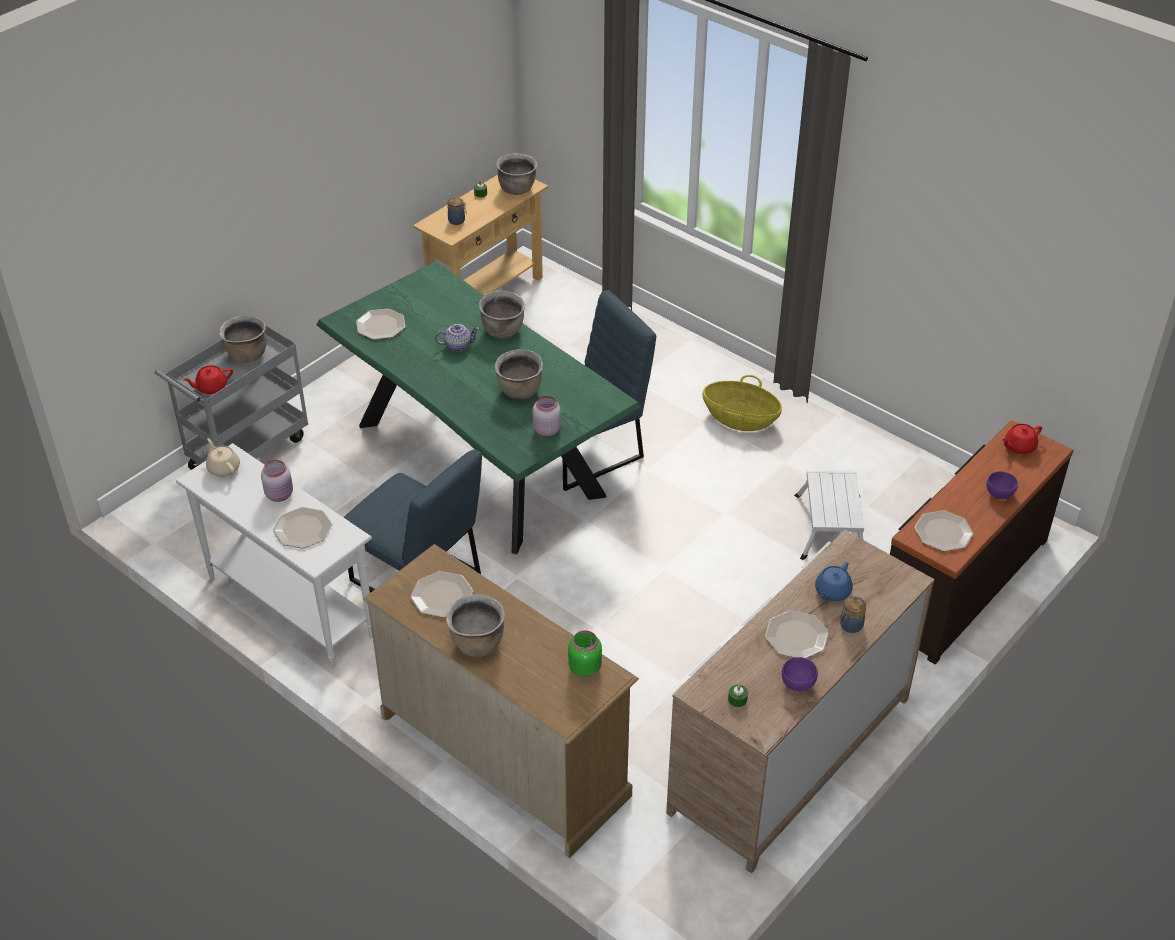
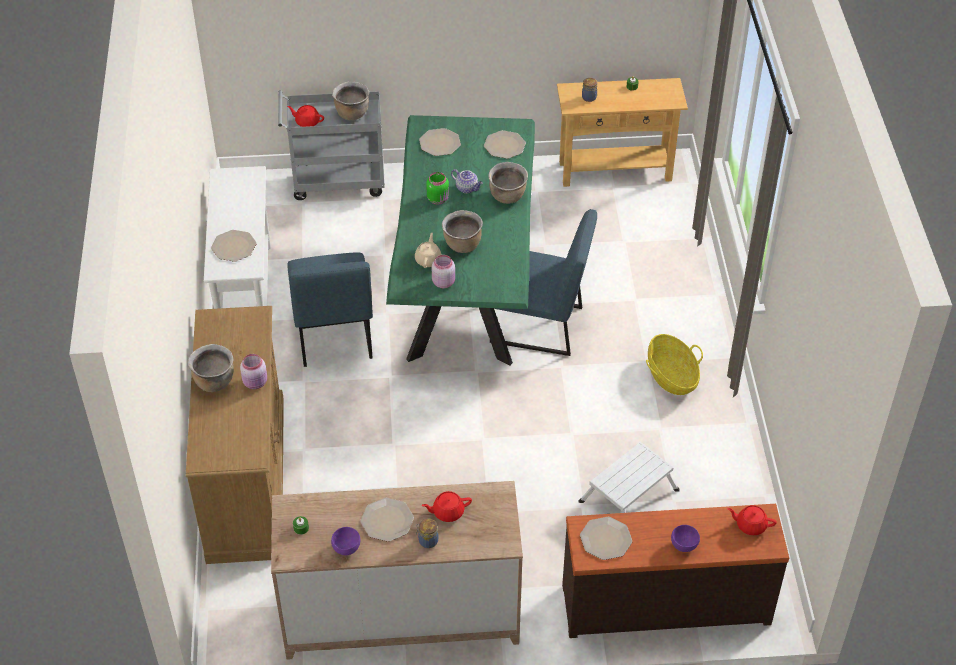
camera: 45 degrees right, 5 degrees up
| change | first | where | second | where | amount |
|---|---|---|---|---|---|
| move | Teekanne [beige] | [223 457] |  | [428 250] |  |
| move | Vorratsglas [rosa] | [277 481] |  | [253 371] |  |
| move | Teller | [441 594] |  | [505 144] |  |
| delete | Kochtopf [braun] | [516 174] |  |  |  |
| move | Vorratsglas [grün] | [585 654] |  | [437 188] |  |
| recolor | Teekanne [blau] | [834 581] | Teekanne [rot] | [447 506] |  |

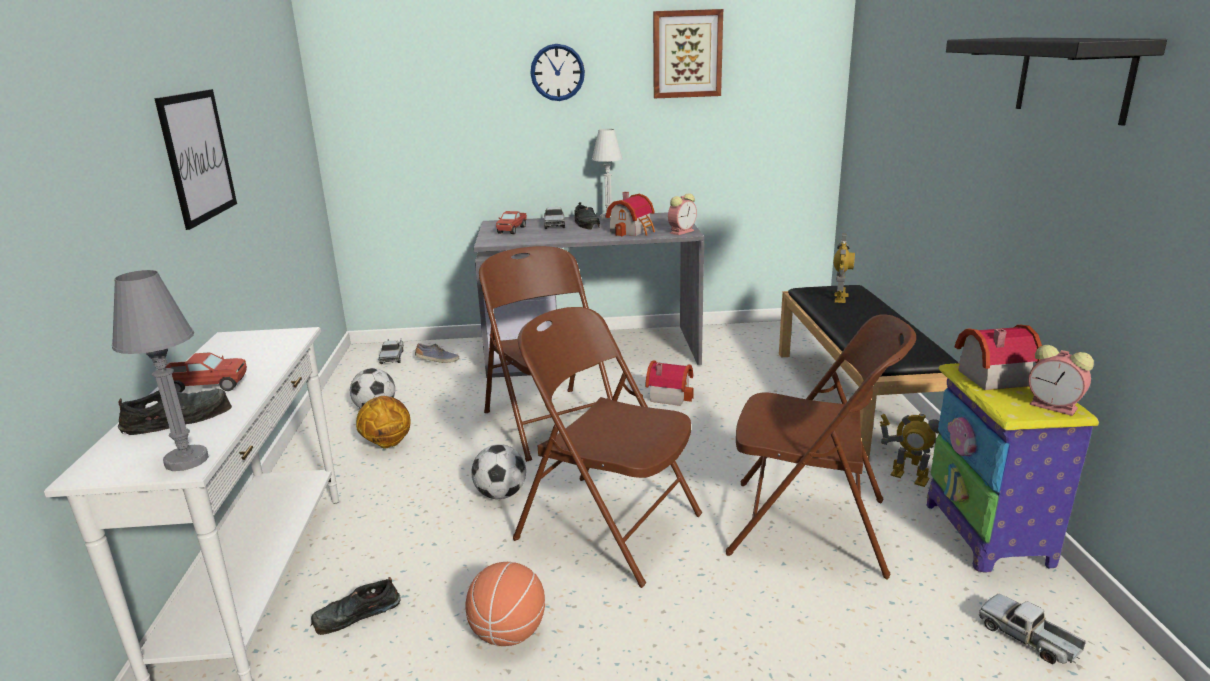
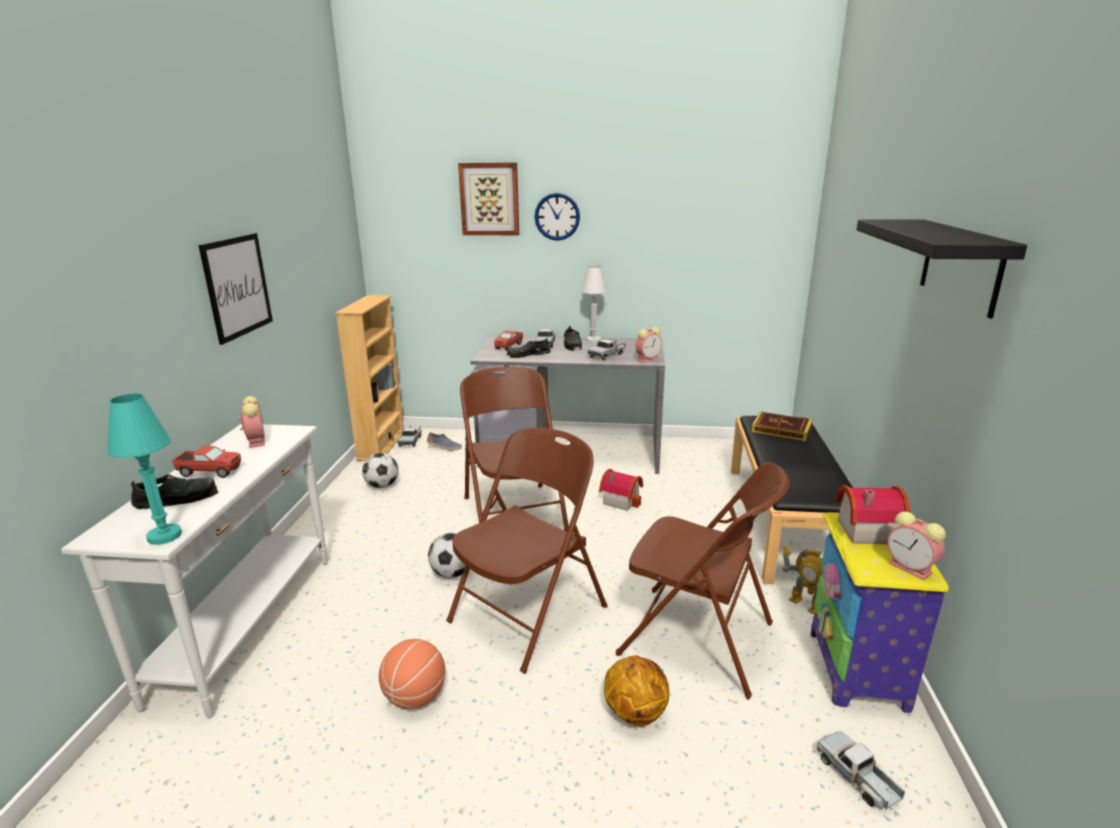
camera: 10 degrees right, 0 degrees up
| change | first | where | second | where | amount |
|---|---|---|---|---|---|
| recolor | Tischlampe [grau] | [160 370] | Tischlampe [türkis] | [144 469] |  |
| move | Schuh [schwarz] | [356 606] |  | [528 348] |  |
| move | Basketball | [383 422] |  | [636 691] |  |
| rotate | Stuhl [braun] | [607 447] |  | [527 551] | 90 degrees clockwise |
| replace | Spielzeughaus | [630 214] | Spielzeuglaster | [606 350] |  |
| move | Bild | [688 53] |  | [488 199] |  |
| replace | Spielzeugroboter | [844 268] | Buch | [782 426] |  |
| insert |  |  | Wecker | [251 422] |  |
| insert |  |  | Bücherregal [beige] | [369 378] |  |

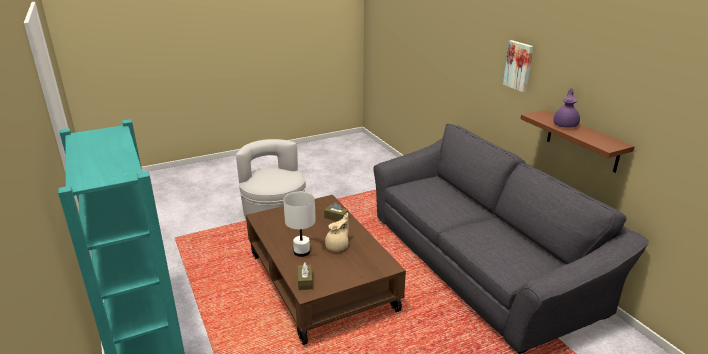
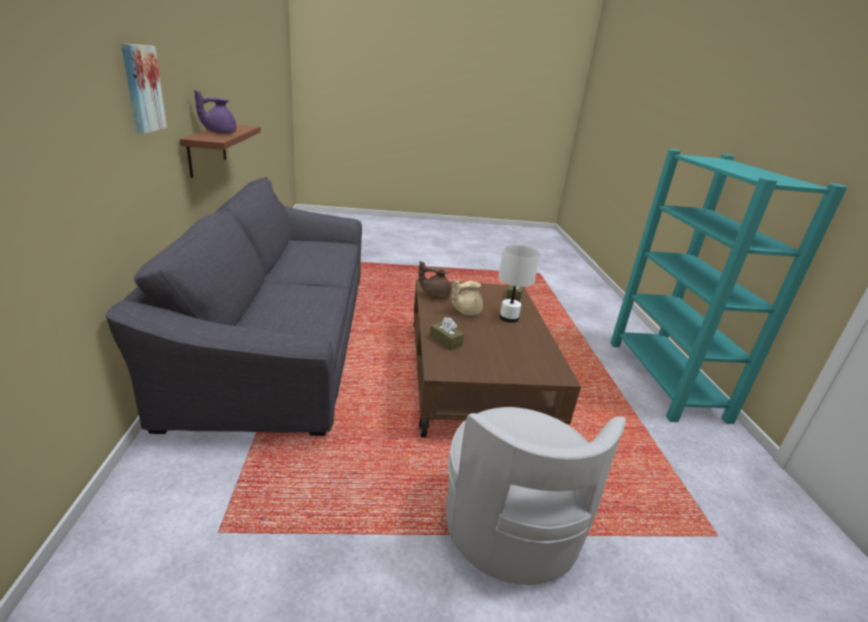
camera: 160 degrees left, 0 degrees up
| change | first | where | second | where | amount |
|---|---|---|---|---|---|
| insert |  |  | Teekanne [braun] | [434 280] |  |

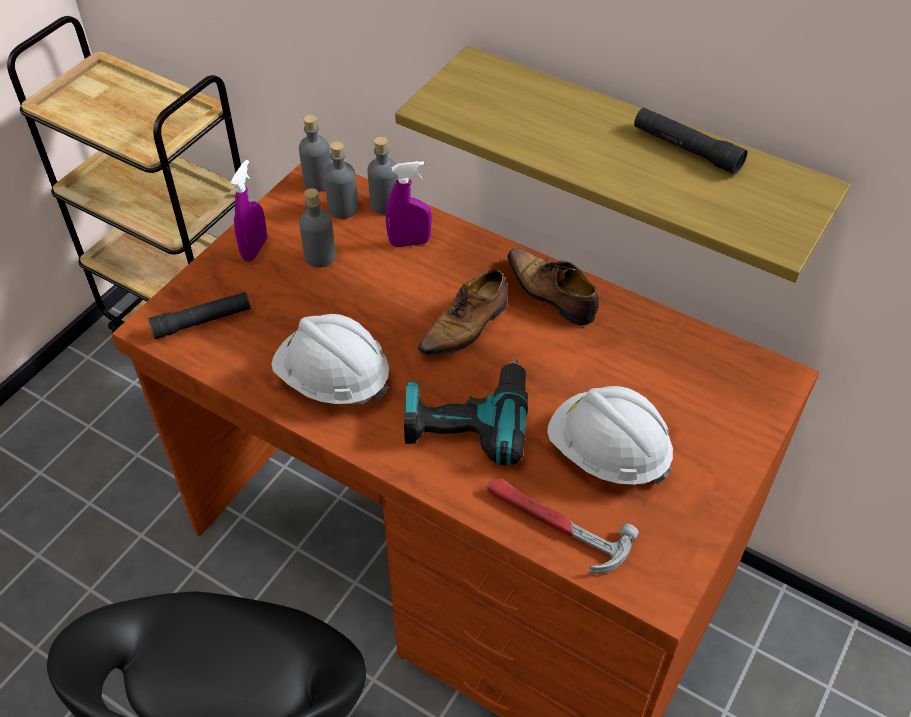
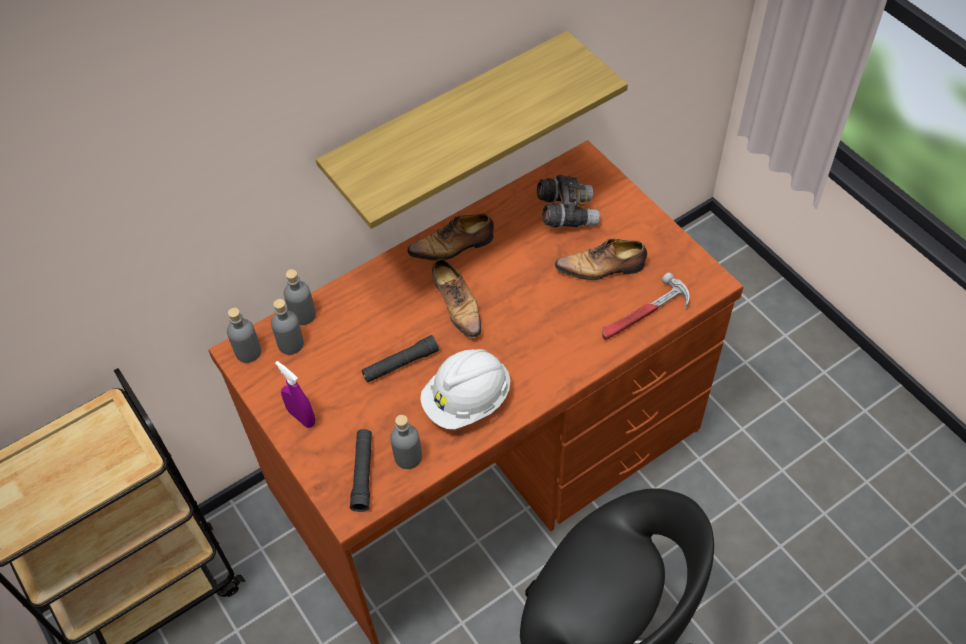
camera: 65 degrees left, 5 degrees up
| change | first | where | second | where | amount |
|---|---|---|---|---|---|
| move | Flasche [grau] | [317 228] |  | [406 442] |  |
| delete | Sprühflasche [lila] | [409 204] |  |  |  |
| delete | Bohrmaschine | [466 412] |  |  |  |
| replace | Schutzhelm [weiß] | [610 435] | Schuh | [601 259] |  |
| move | Taschenlampe [schwarz] | [691 141] |  | [400 358] |  |
| insert |  |  | Fernglas [grau] | [568 201] |  |

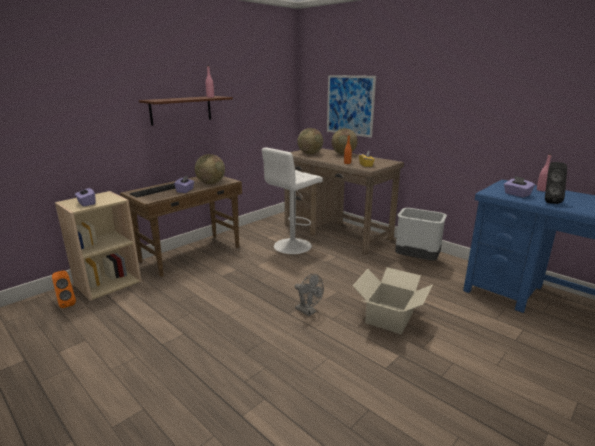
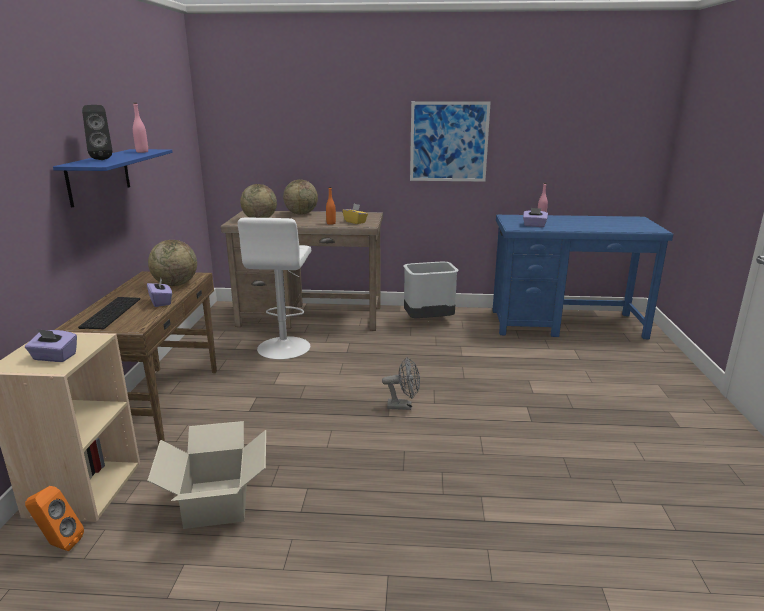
camera: 40 degrees left, 0 degrees up
| change | first | where | second | where | amount |
|---|---|---|---|---|---|
| recolor | Wandregal [braun] | [186 111] | Wandregal [blau] | [113 178] |  |
| move | Bild | [351 106] |  | [450 141] |  |
| move | Karton | [393 300] |  | [206 475] |  |
| move | Lautsprecher [schwarz] | [556 183] |  | [97 132] |  |

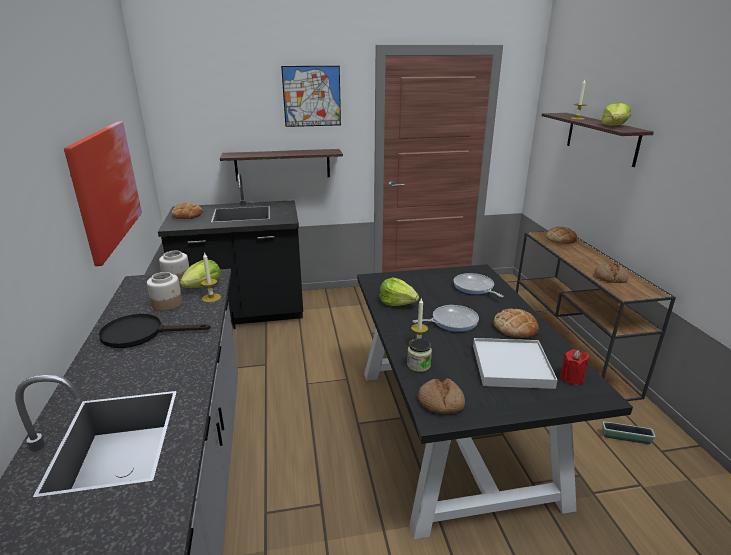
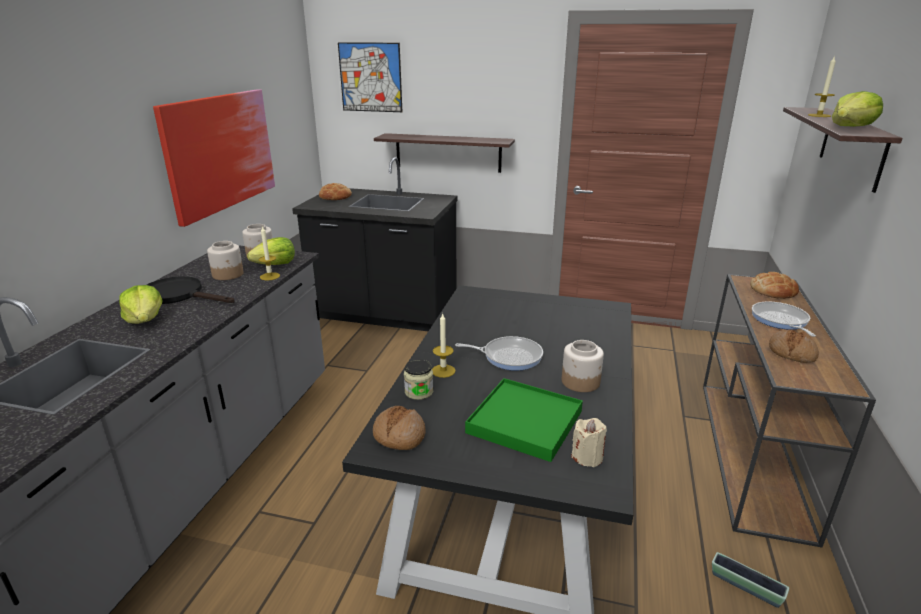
camera: 25 degrees right, 0 degrees up
| change | first | where | second | where | amount |
|---|---|---|---|---|---|
| move | Bild | [311 96] |  | [370 77] |  |
| move | Salatkopf | [399 291] |  | [141 304] |  |
| move | Pfanne | [479 285] |  | [784 319] |  |
| recolor | Tablett [weiß] | [515 363] | Tablett [grün] | [524 420] |  |
| replace | Brot | [516 323] | Vorratsglas | [583 366] |  |
| recolor | Kerze [rot] | [574 367] | Kerze [beige] | [589 442] |  |

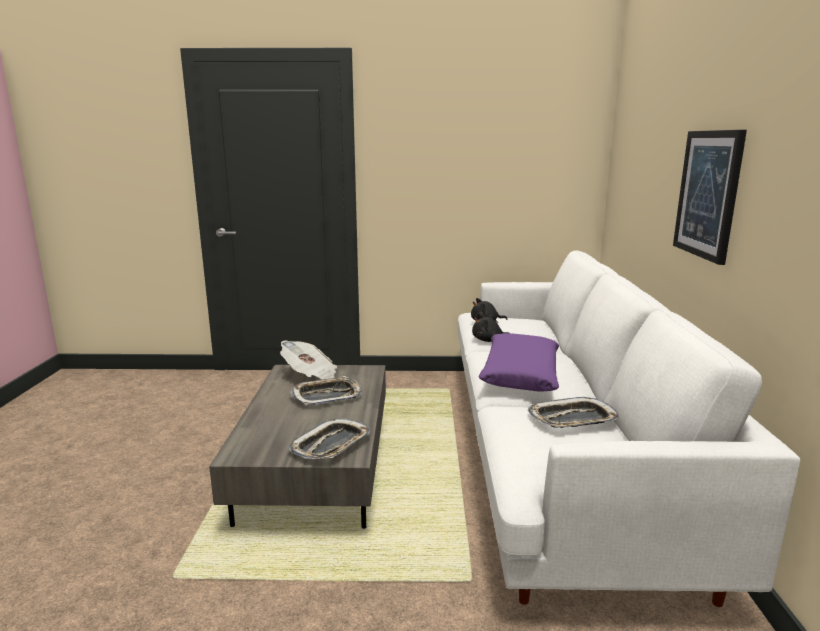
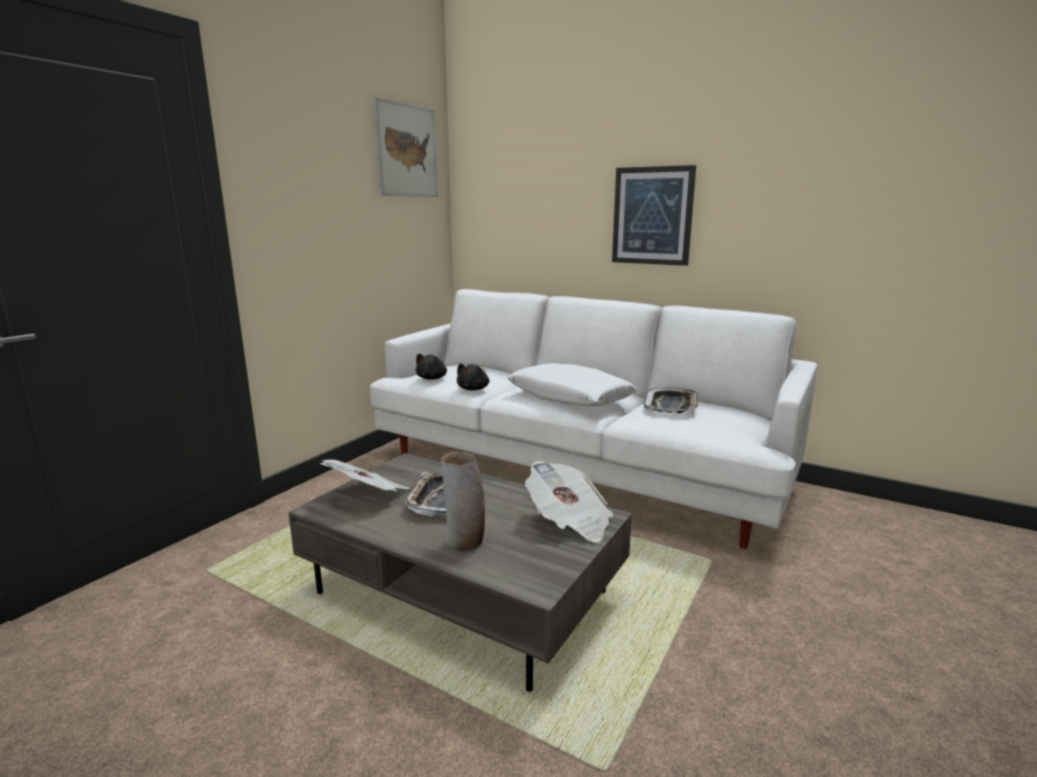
camera: 60 degrees left, 0 degrees up
| change | first | where | second | where | amount |
|---|---|---|---|---|---|
| replace | Tablett | [329 438] | Zeitung | [569 502] |  |
| recolor | Kissen [lila] | [518 362] | Kissen [weiß] | [572 384] |  |
| insert |  |  | Bild | [405 147] |  |
| insert |  |  | Vase | [463 501] |  |

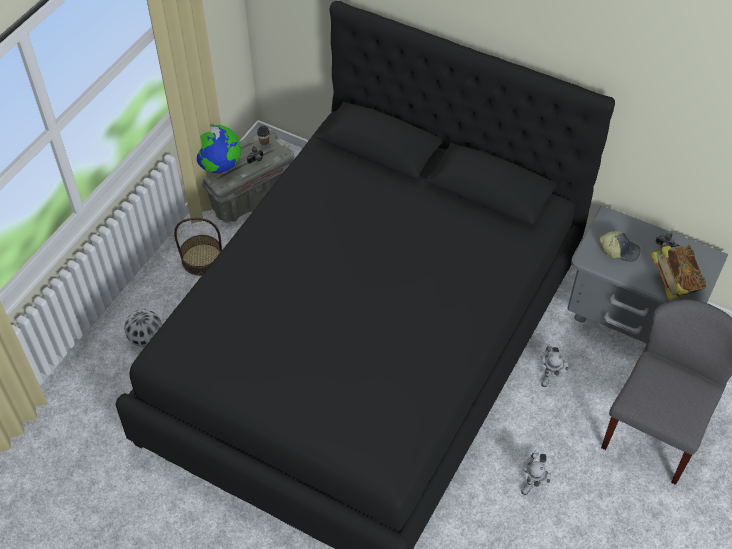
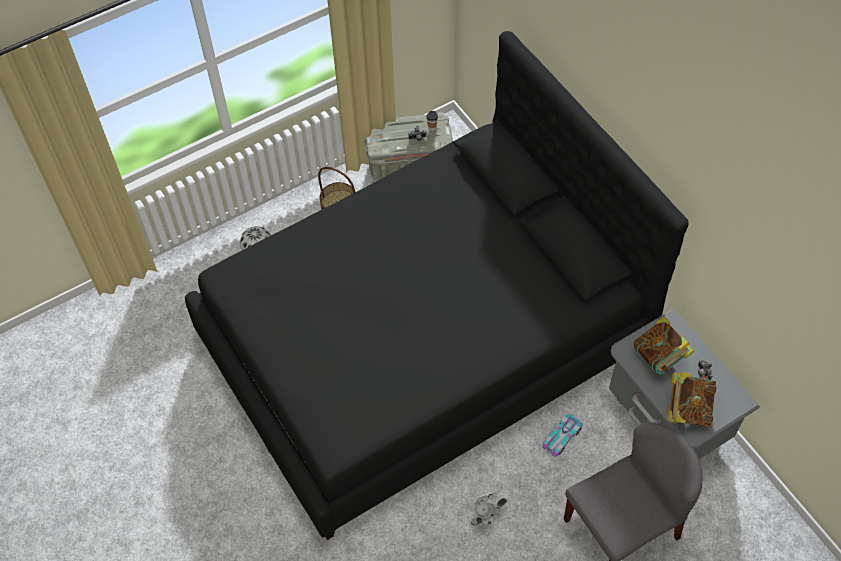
camera: 30 degrees right, 5 degrees up
| change | first | where | second | where | amount |
|---|---|---|---|---|---|
| delete | Globus | [219 149] |  |  |  |
| replace | Spielzeugroboter | [555 365] | Spielzeugauto | [562 435] |  |
| replace | Kappe | [620 246] | Buch | [664 345] |  |

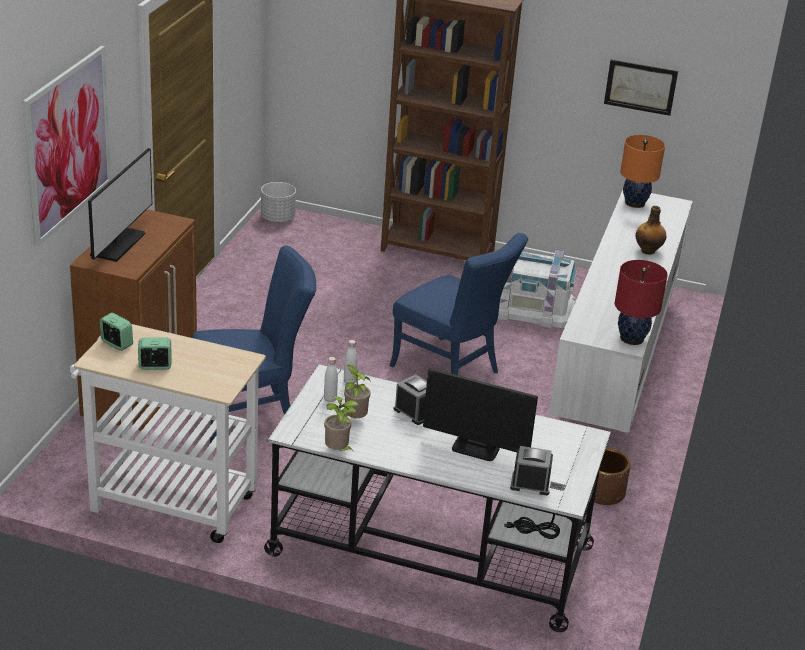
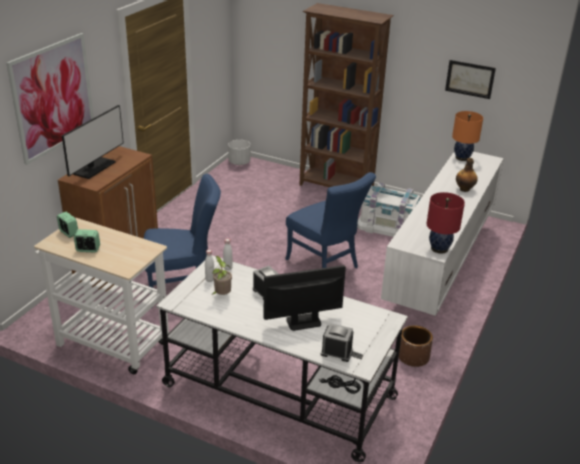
camera: 10 degrees right, 0 degrees up
| change | first | where | second | where | amount |
|---|---|---|---|---|---|
| delete | Topfpflanze | [341 424] |  |  |  |
| rotate | Monitor | [480 414] |  | [304 298] | 135 degrees clockwise |

